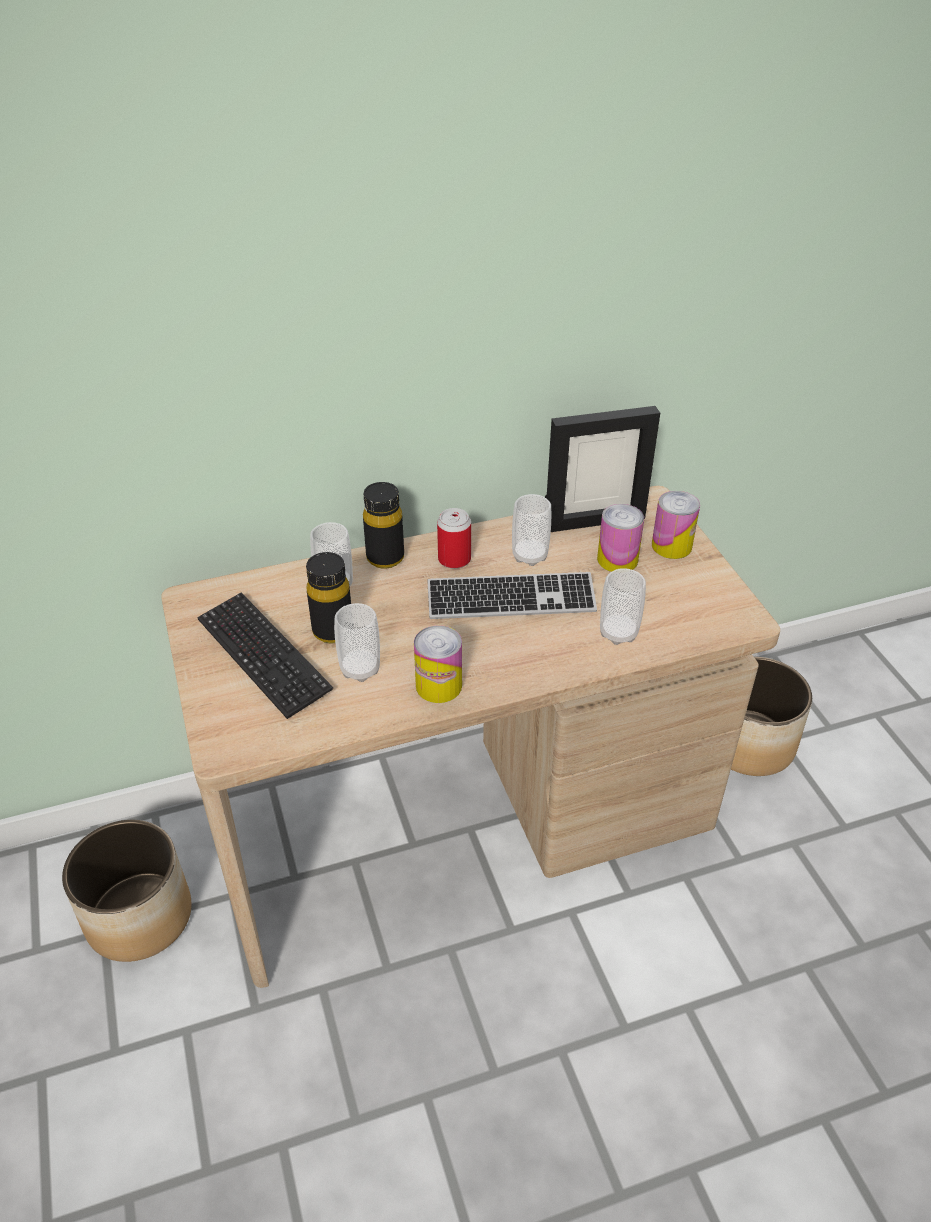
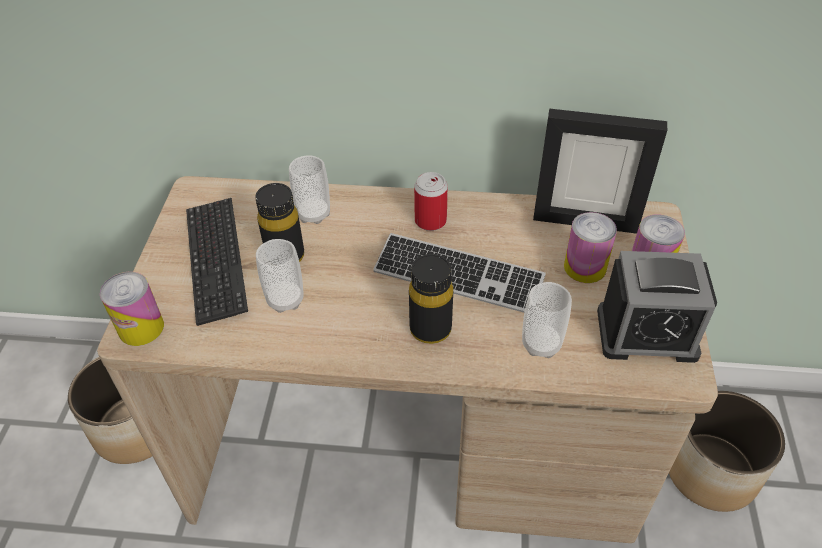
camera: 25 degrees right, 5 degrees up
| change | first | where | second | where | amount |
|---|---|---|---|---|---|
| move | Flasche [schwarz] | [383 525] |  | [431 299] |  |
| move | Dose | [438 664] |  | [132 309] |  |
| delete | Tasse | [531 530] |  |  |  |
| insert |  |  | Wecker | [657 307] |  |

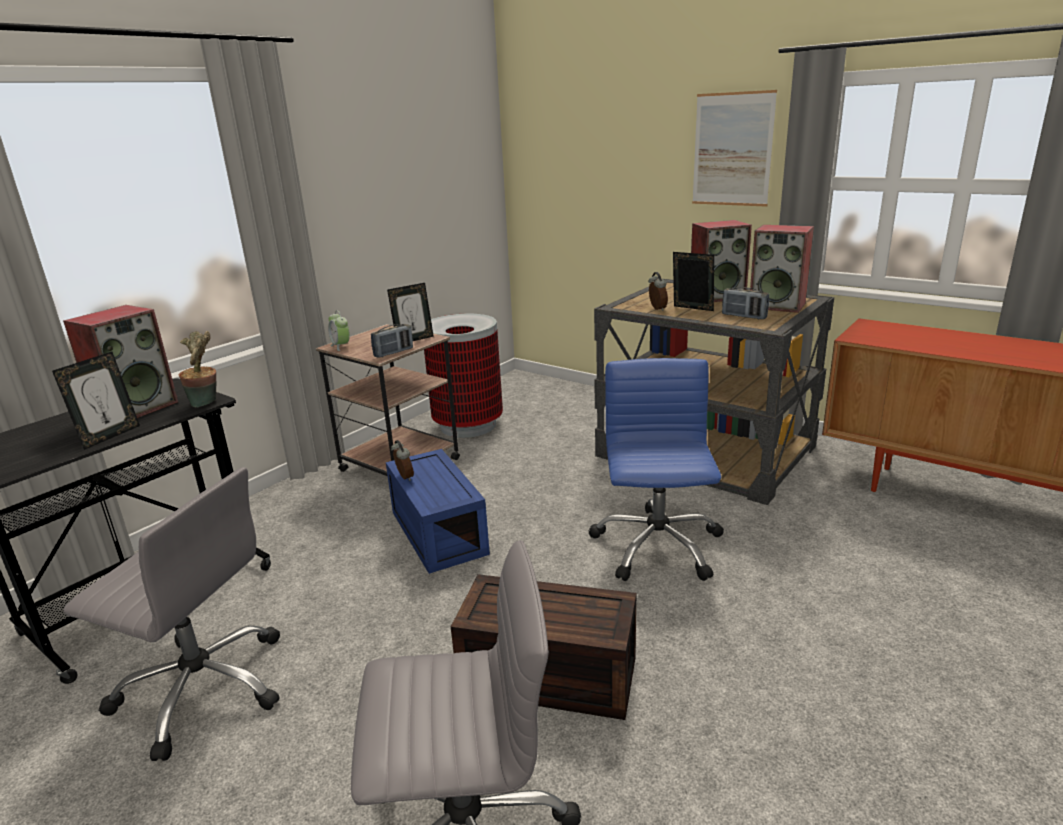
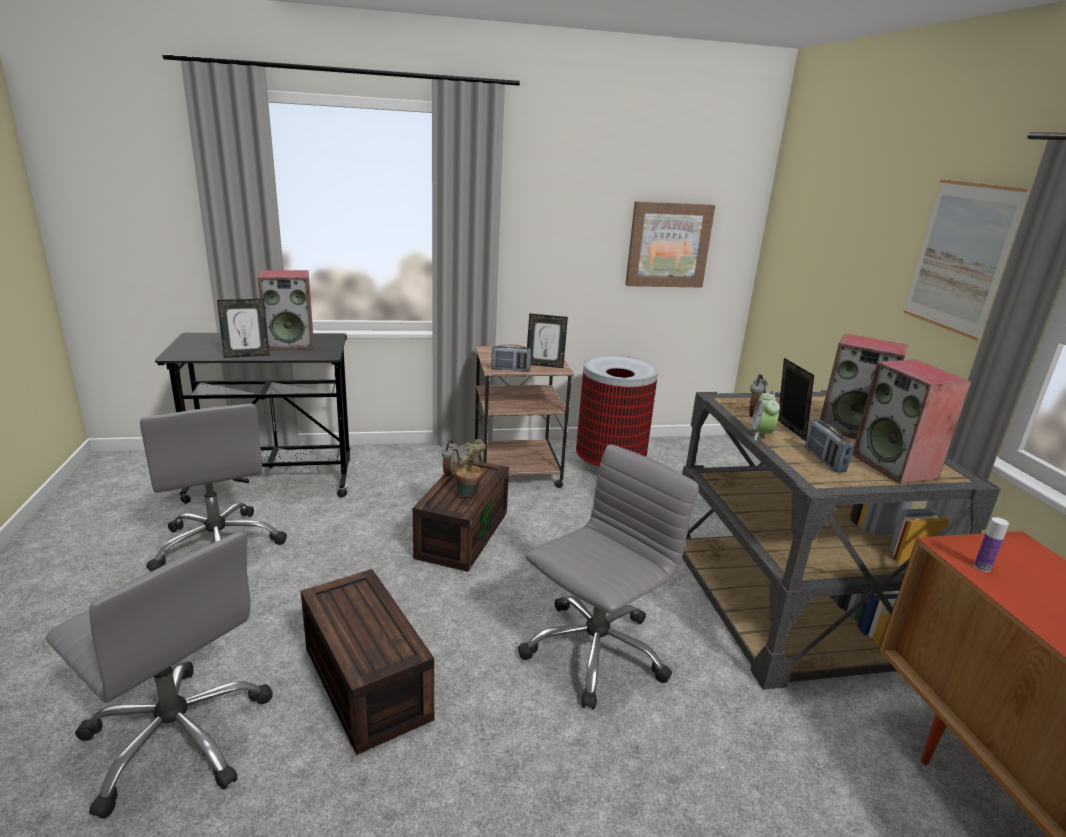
camera: 40 degrees right, 0 degrees up
| change | first | where | second | where | amount |
|---|---|---|---|---|---|
| move | Topfpflanze | [198 369] |  | [470 468] |  |
| move | Wecker | [339 330] |  | [765 415] |  |
| recolor | Aufbewahrungsbox [blau] | [438 511] | Aufbewahrungsbox [braun] | [461 515] |  |
| recolor | Bürostuhl [blau] | [656 469] | Bürostuhl [grau] | [608 576] |  |
| insert |  |  | Bild | [670 244] |  |
| insert |  |  | Flasche | [991 544] |  |

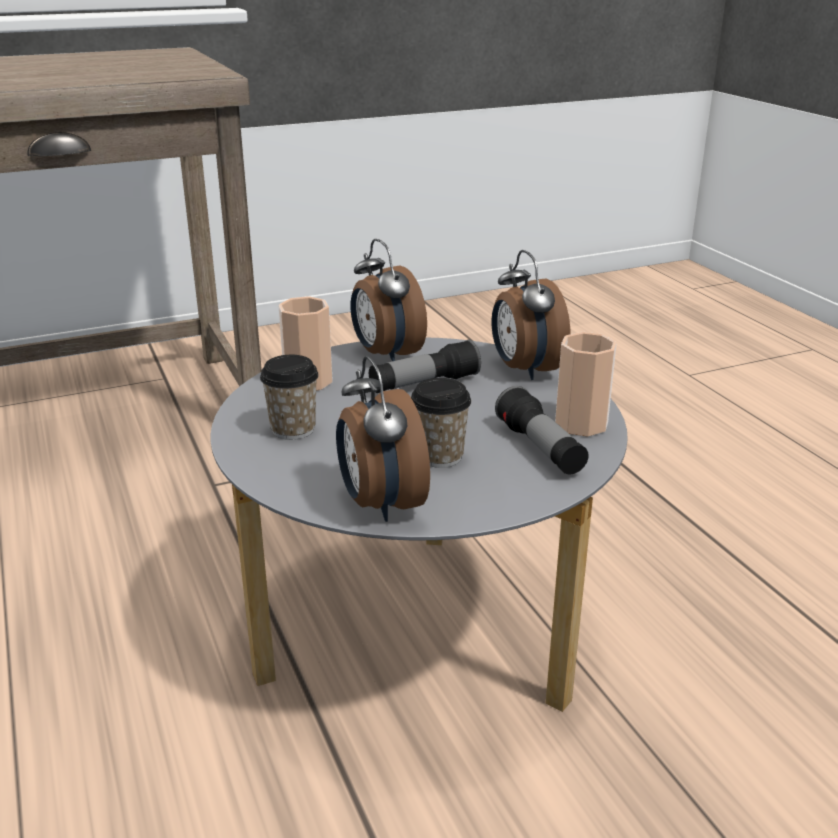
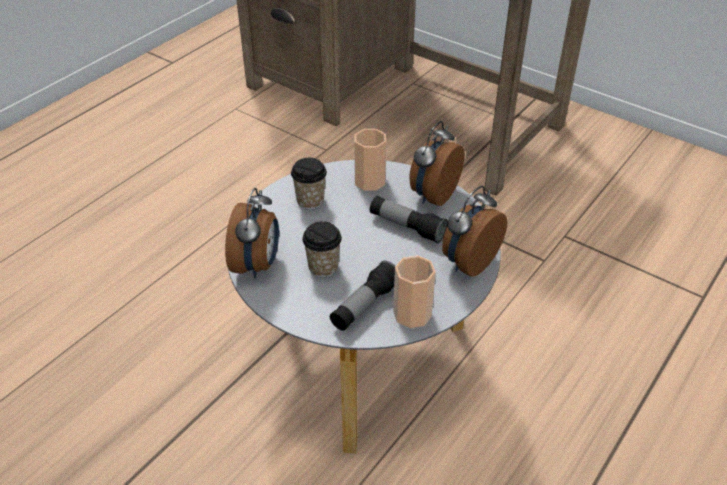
camera: 60 degrees right, 15 degrees up
| change | first | where | second | where | amount |
|---|---|---|---|---|---|
| rotate | Wecker | [383 439] |  | [252 233] | 150 degrees clockwise |

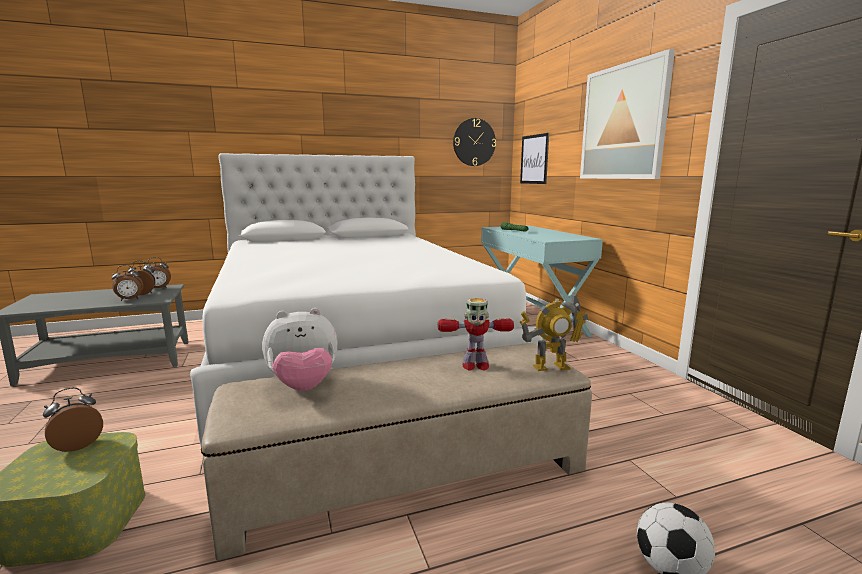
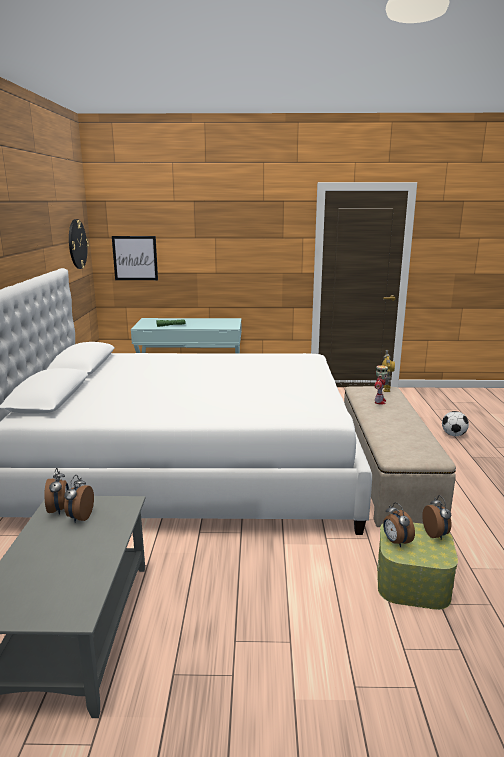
camera: 70 degrees left, 5 degrees up
| change | first | where | second | where | amount |
|---|---|---|---|---|---|
| move | Wecker | [127 283] |  | [437 517] |  |
| delete | Plüschtier | [299 349] |  |  |  |
| delete | Bild | [627 114] |  |  |  |

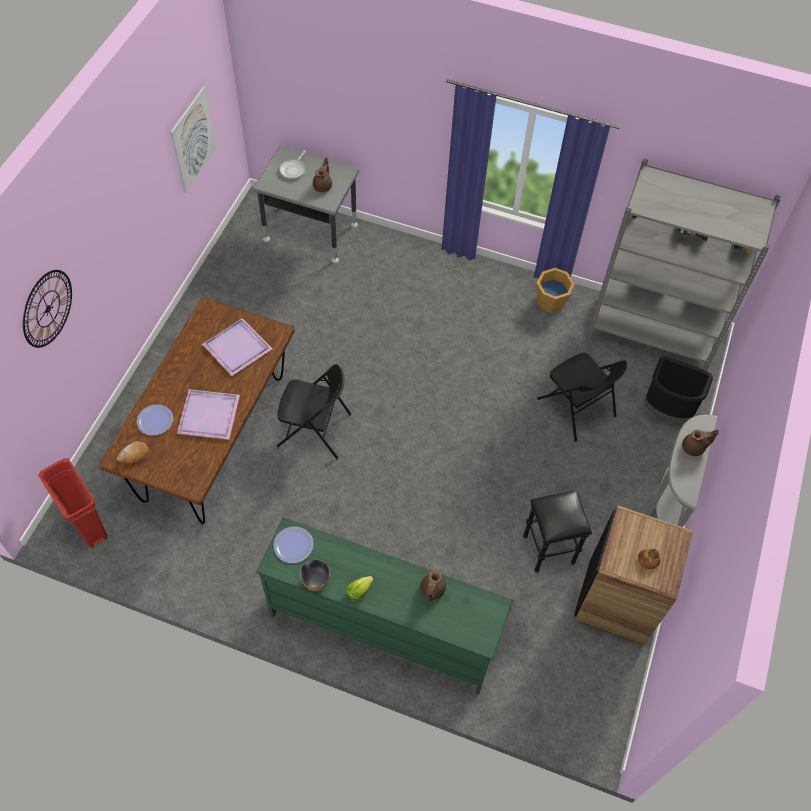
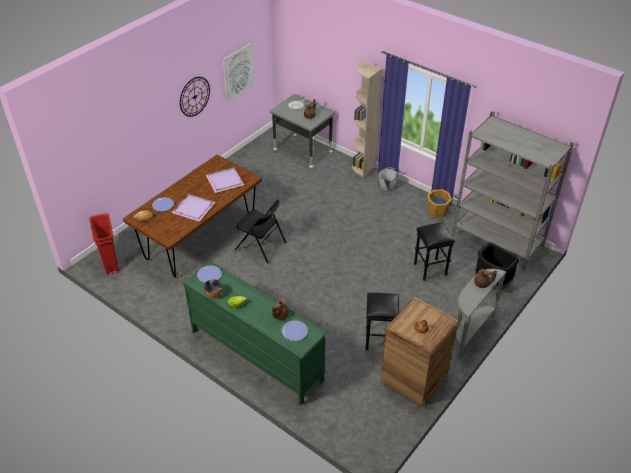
camera: 20 degrees right, 15 degrees down
| change | first | where | second | where | amount |
|---|---|---|---|---|---|
| move | Wanduhr | [47 309] |  | [195 97] |  |
| replace | Stuhl [schwarz] | [582 397] | Hocker [schwarz] | [434 251] |  |
| insert |  |  | Teller | [294 330] |  |
| insert |  |  | Bücherregal [beige] | [367 119] |  |
| insert |  |  | Eimer [grau] | [388 179] |  |

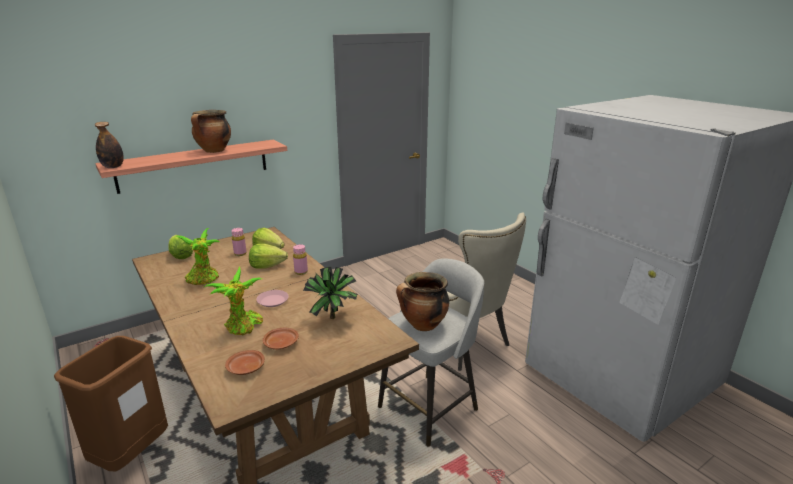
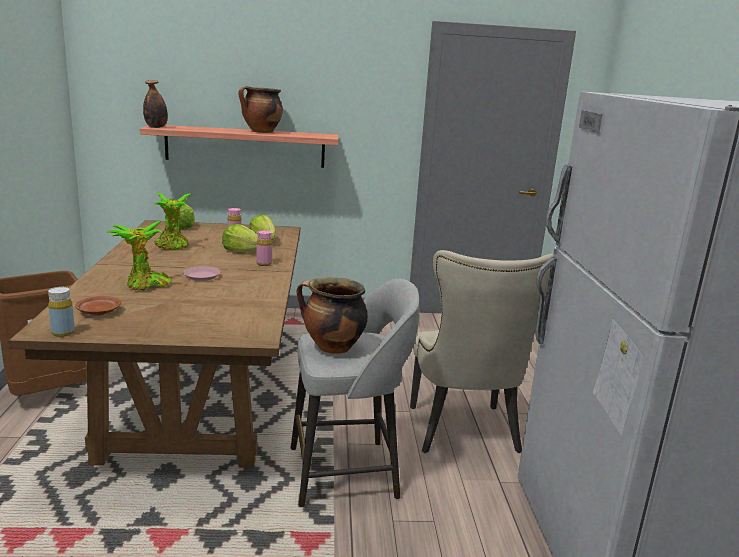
camera: 30 degrees right, 5 degrees down
| change | first | where | second | where | amount |
|---|---|---|---|---|---|
| delete | Teller [braun] | [281 338] |  |  |  |
| delete | Topfpflanze | [330 293] |  |  |  |
| insert |  |  | Flasche [gelb] | [61 312] |  |

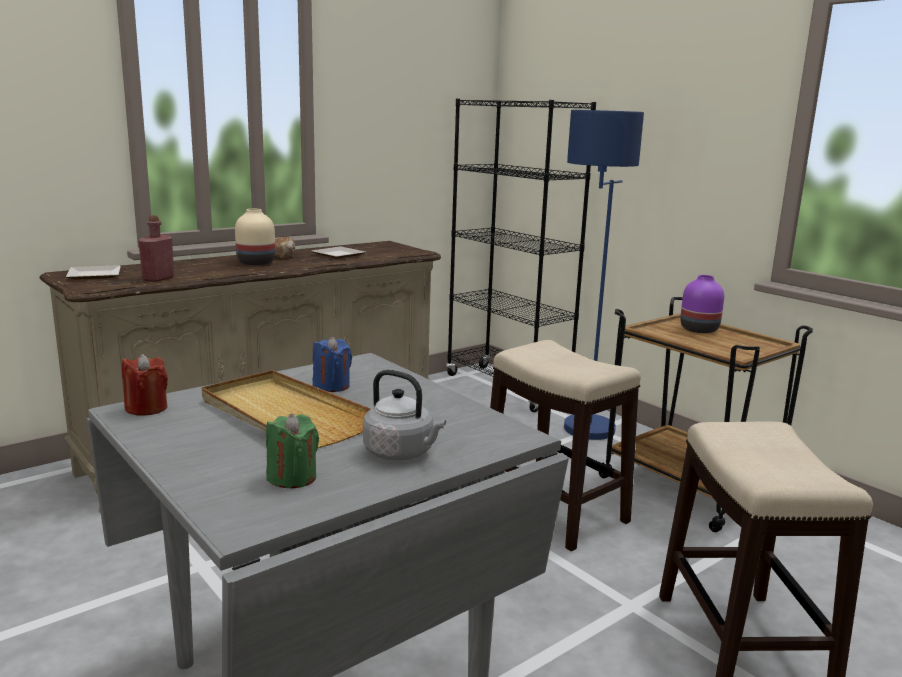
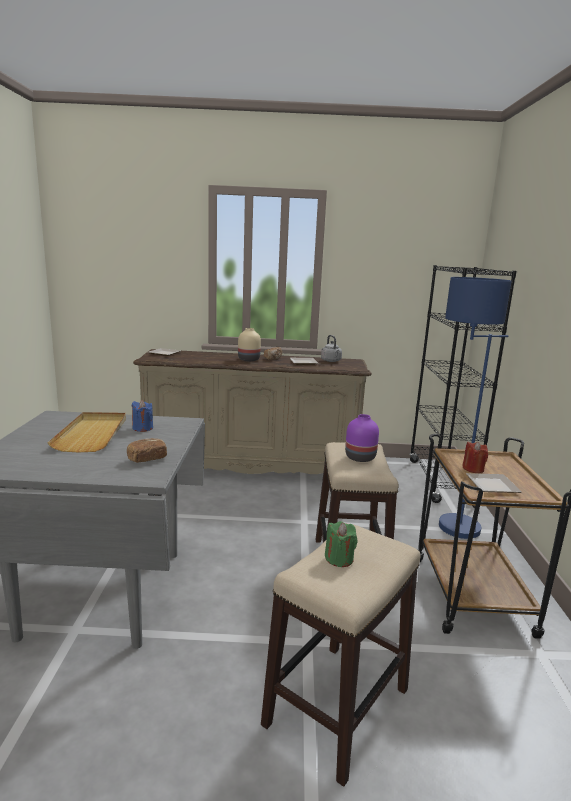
camera: 40 degrees right, 0 degrees up
| change | first | where | second | where | amount |
|---|---|---|---|---|---|
| move | Kerze [rot] | [145 385] |  | [475 457] |  |
| delete | Flasche [rot] | [156 248] |  |  |  |
| move | Kerze [grün] | [292 450] |  | [341 544] |  |
| move | Wasserkessel [grau] | [404 415] |  | [331 348] |  |
| move | Vase [lila] | [702 304] |  | [362 438] |  |
| insert |  |  | Brot | [147 450] |  |
| insert |  |  | Teller | [494 483] |  |

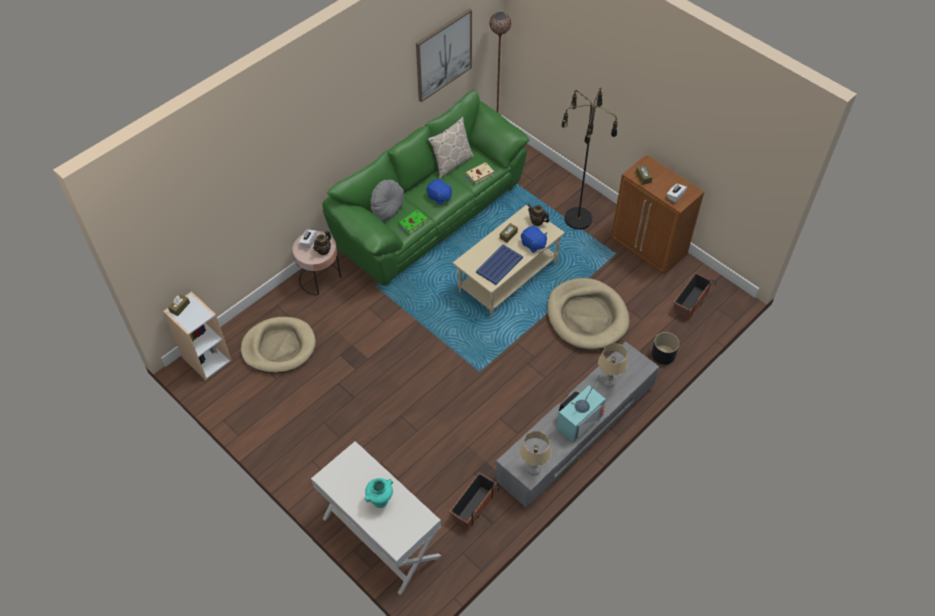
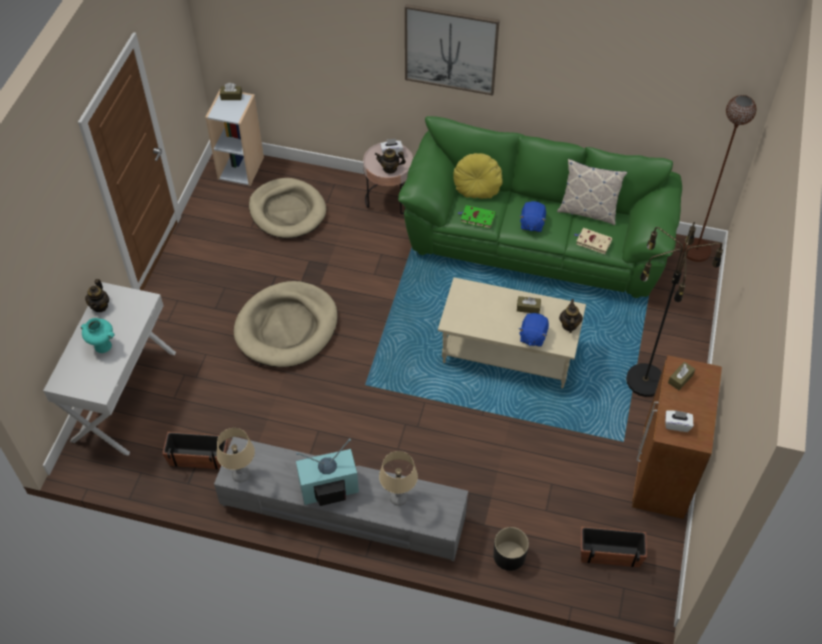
camera: 60 degrees right, 0 degrees up
| change | first | where | second | where | amount |
|---|---|---|---|---|---|
| recolor | Kissen [grau] | [387 200] | Kissen [gelb] | [478 176] |  |
| move | Bild | [444 55] |  | [452 50] |  |
| delete | Tablett [blau] | [499 264] |  |  |  |
| move | Hundebett [beige] | [588 314] |  | [286 324] |  |
| rotate | Fernseher | [581 408] |  | [327 472] | 150 degrees clockwise |
| insert |  |  | Teekanne | [97 295] |  |

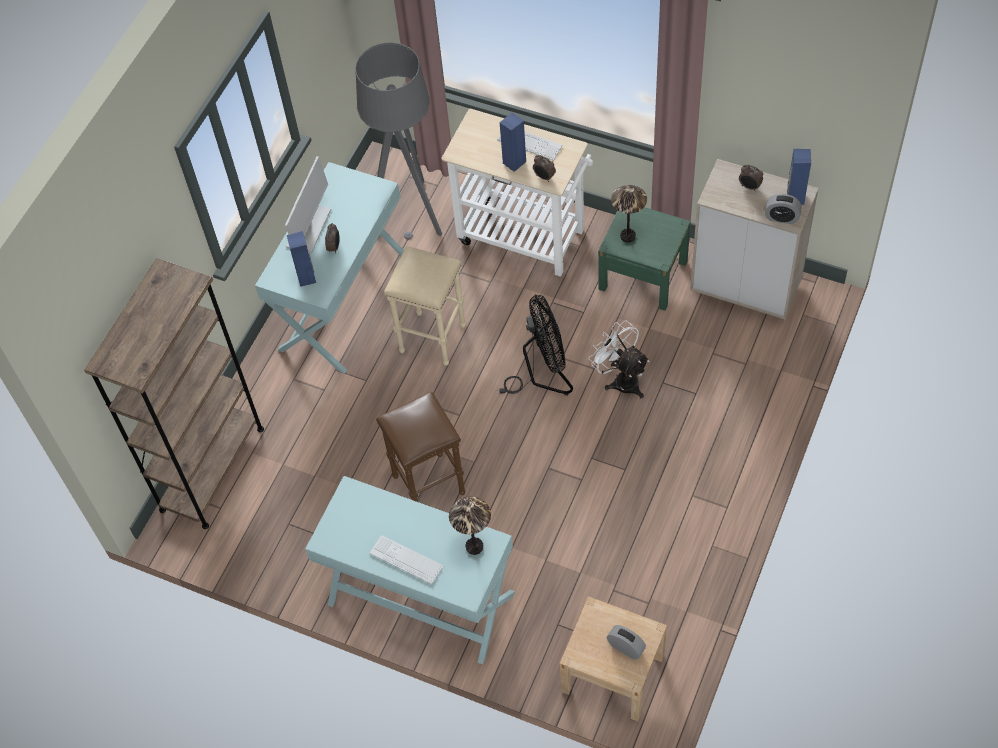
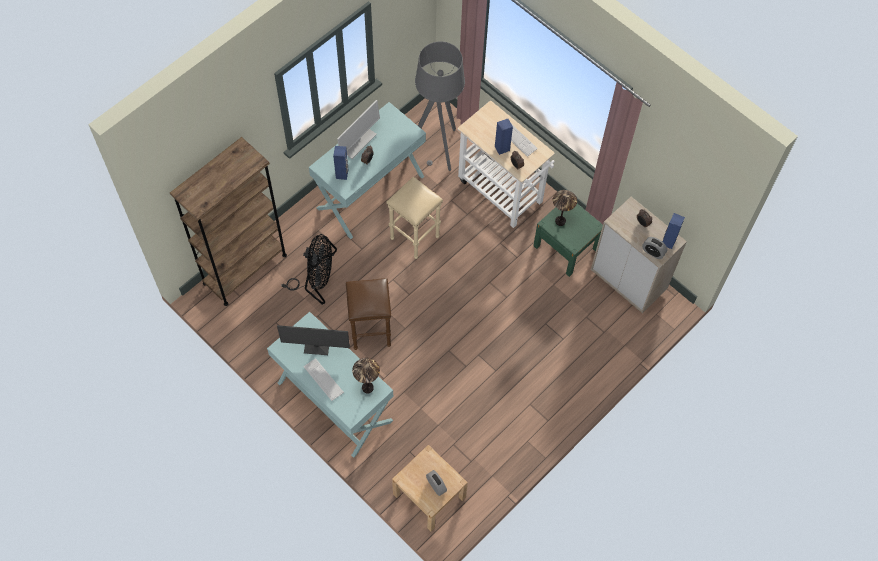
camera: 15 degrees right, 5 degrees up
| change | first | where | second | where | amount |
|---|---|---|---|---|---|
| move | Ventilator [schwarz] | [535 345] |  | [309 269] |  |
| delete | Ventilator [weiß] | [619 359] |  |  |  |
| insert |  |  | Monitor | [313 340] |  |

